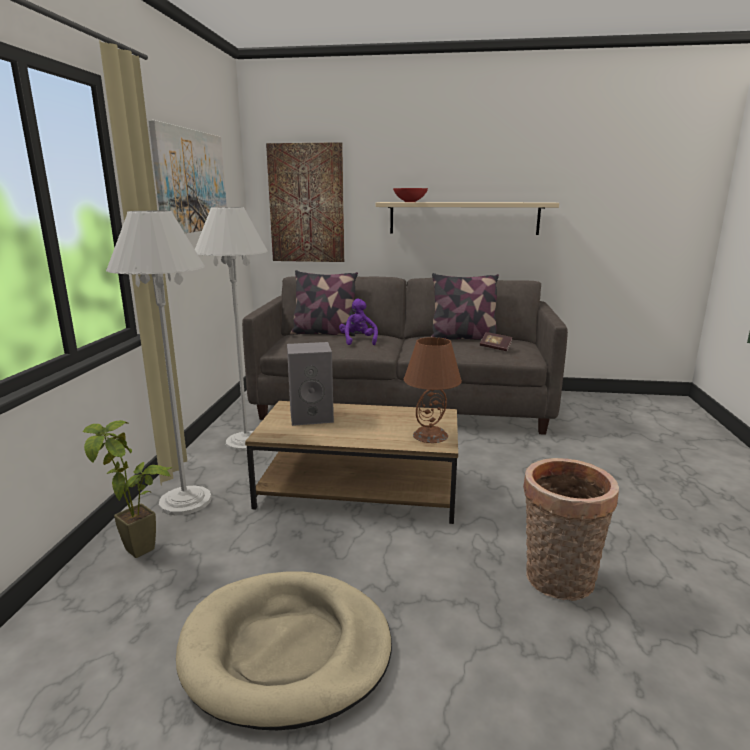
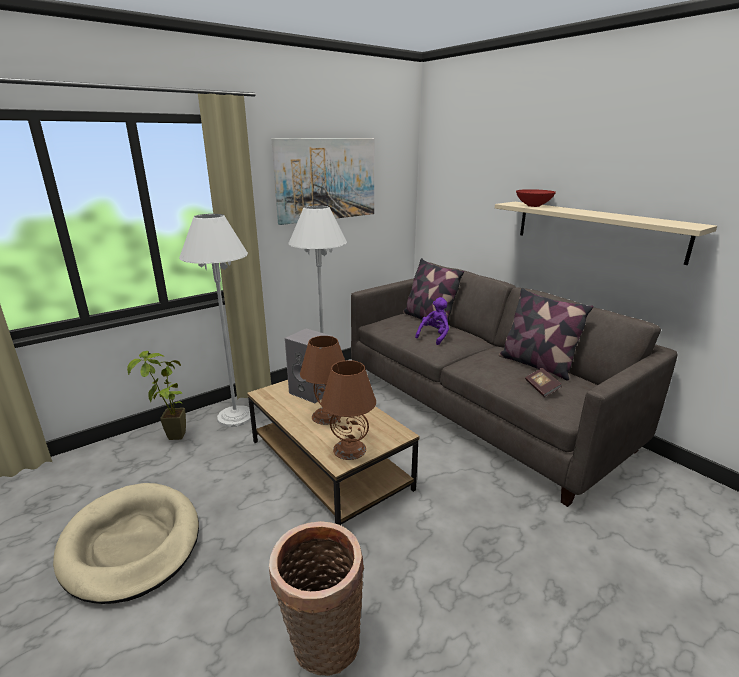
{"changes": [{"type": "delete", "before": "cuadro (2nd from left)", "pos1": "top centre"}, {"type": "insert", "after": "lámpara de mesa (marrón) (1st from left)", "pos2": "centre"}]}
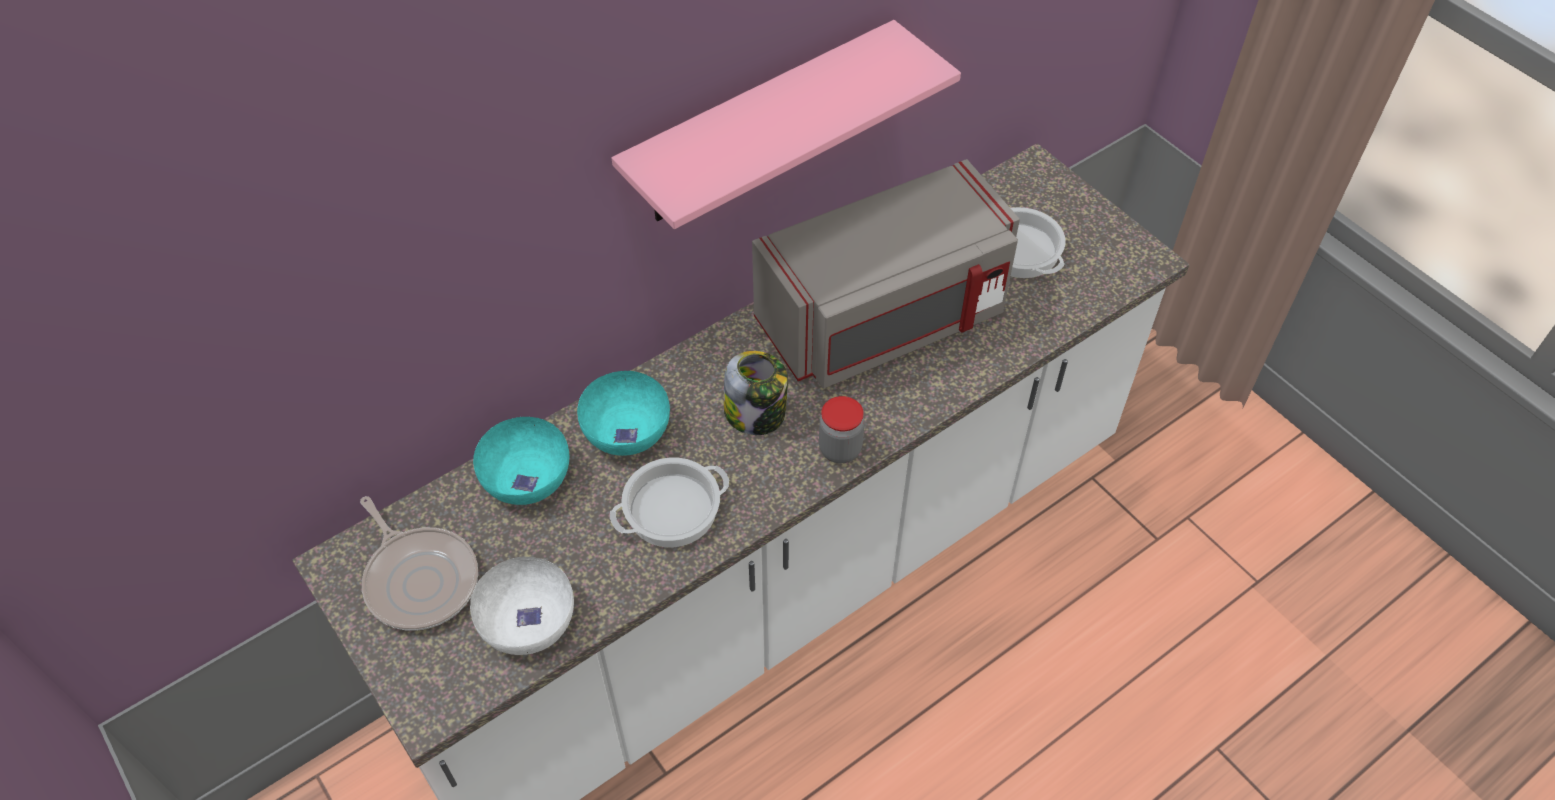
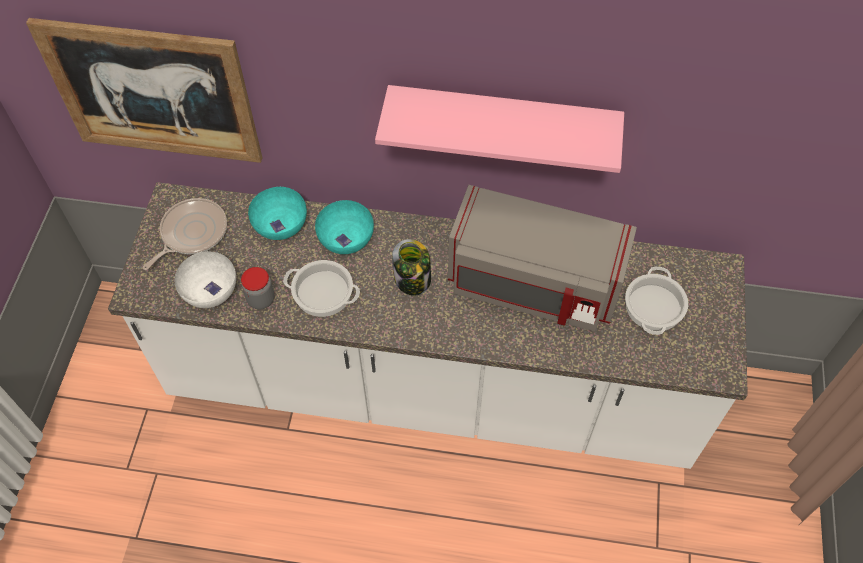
{"changes": [{"type": "rotate", "before": "sartén", "pos1": "bottom left", "pos2": "middle left", "turn": -150}, {"type": "move", "before": "tarro (2nd from left in the first image)", "after": "tarro (1st from left)", "pos1": "centre", "pos2": "middle left"}, {"type": "insert", "after": "cuadro", "pos2": "top left"}]}
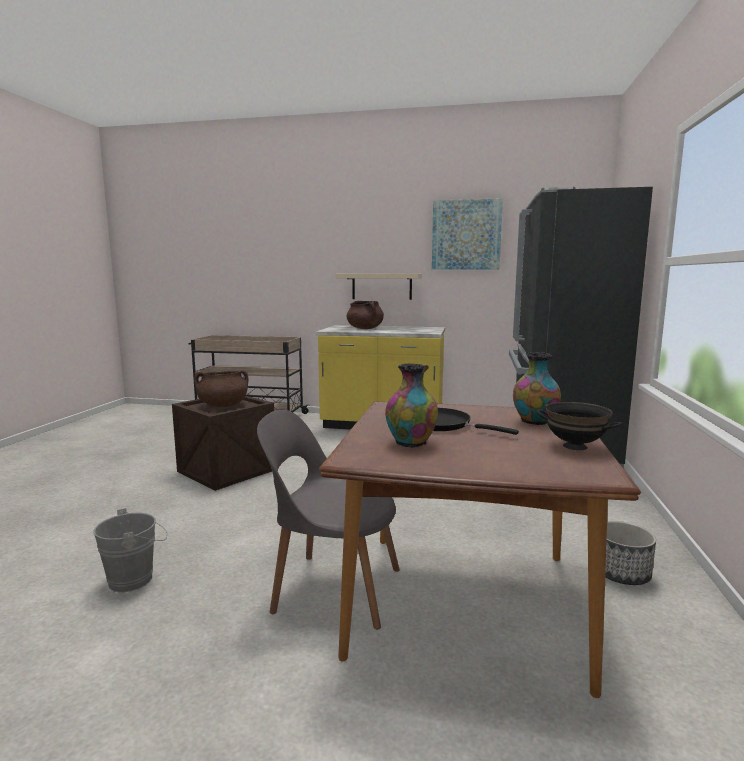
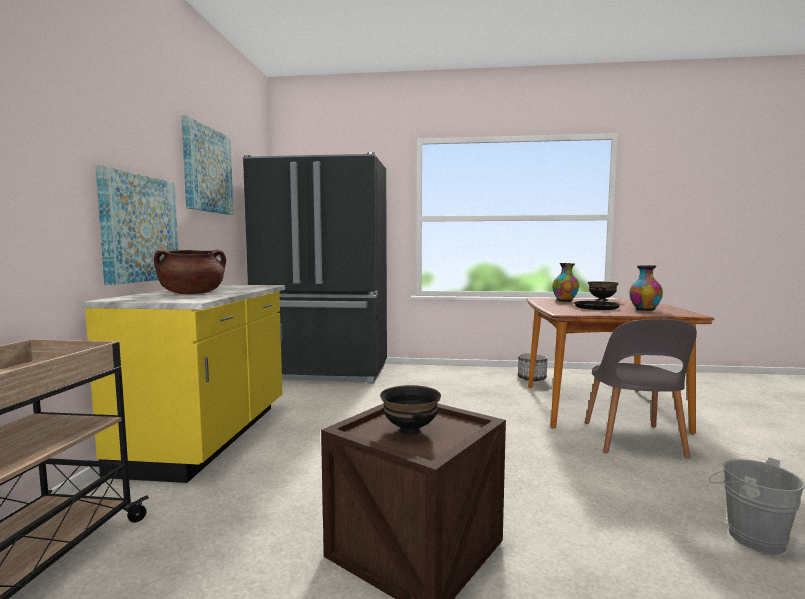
{"changes": [{"type": "replace", "before": "olla (marrón) (1st from left)", "after": "cuenco (negro) (1st from left)", "pos1": "middle left", "pos2": "bottom centre"}, {"type": "replace", "before": "estante (beis)", "after": "cuadro (1st from left)", "pos1": "centre", "pos2": "middle left"}]}
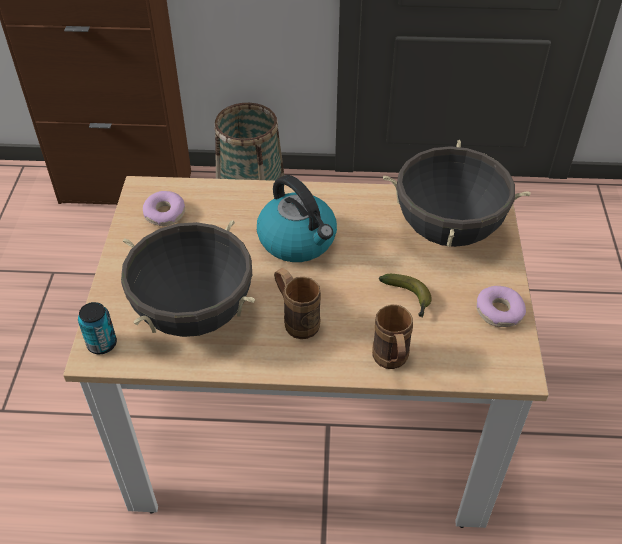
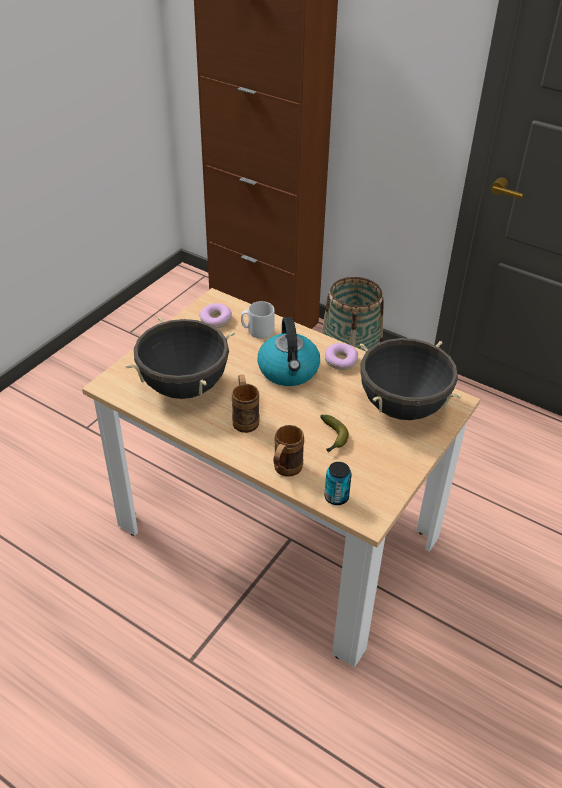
{"changes": [{"type": "move", "before": "lata", "pos1": "middle left", "pos2": "centre"}, {"type": "move", "before": "rosquilla (2nd from left)", "pos1": "middle right", "pos2": "centre"}, {"type": "insert", "after": "taza grande (gris)", "pos2": "centre"}]}
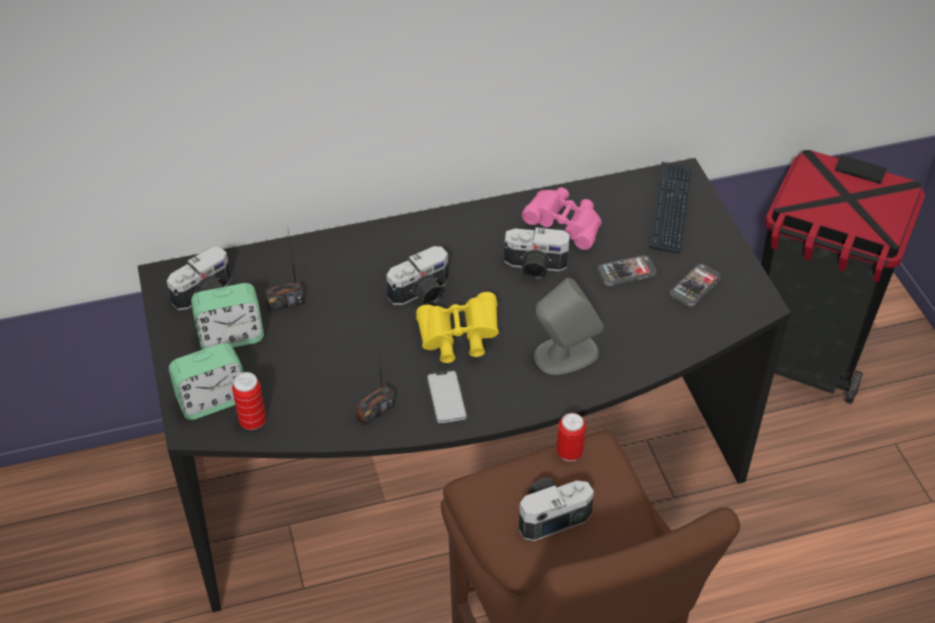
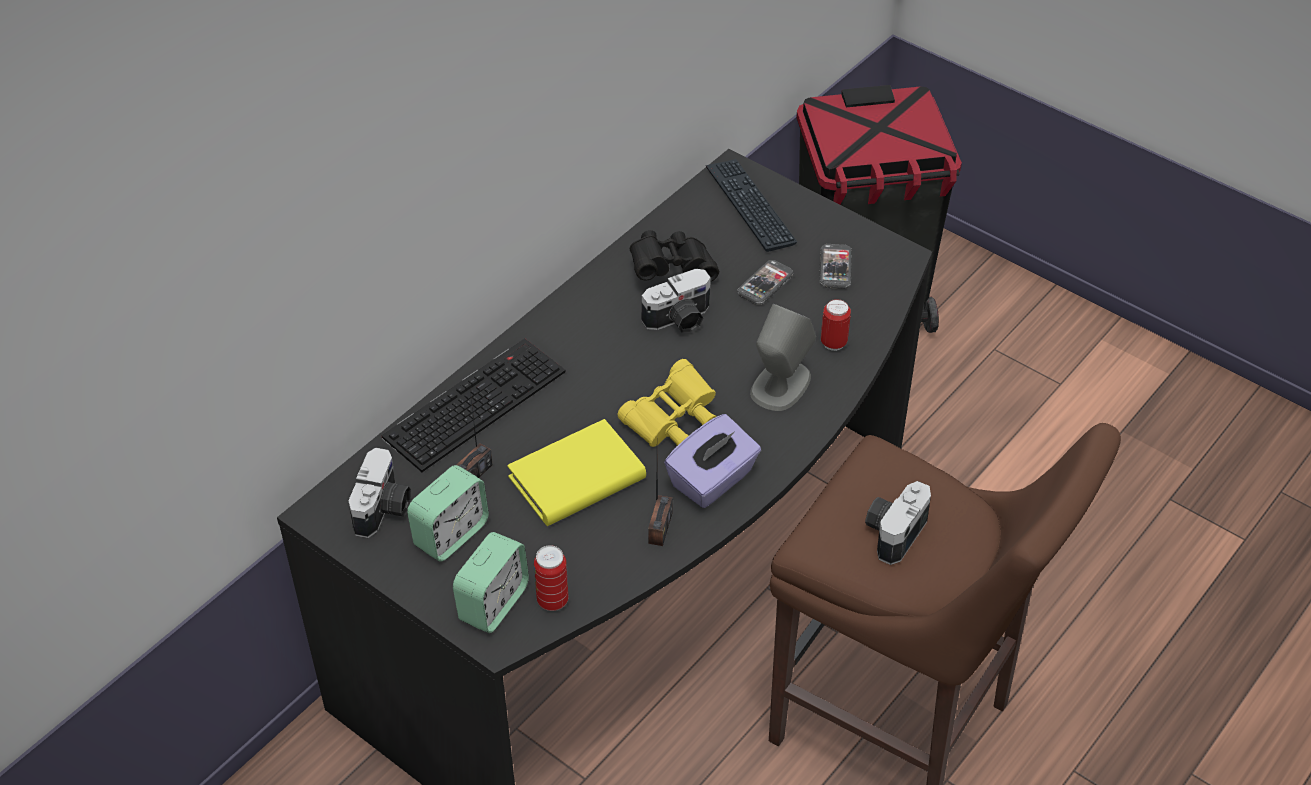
{"changes": [{"type": "delete", "before": "cámara (2nd from left)", "pos1": "centre"}, {"type": "replace", "before": "móvil (1st from left)", "after": "caja de pañuelos (morado)", "pos1": "centre", "pos2": "centre"}, {"type": "recolor", "before": "prismáticos (rosa)", "after": "prismáticos (negro)", "pos1": "centre", "pos2": "top centre"}, {"type": "move", "before": "lata (2nd from left)", "pos1": "bottom centre", "pos2": "centre"}, {"type": "insert", "after": "teclado (1st from left)", "pos2": "centre"}, {"type": "insert", "after": "libro (amarillo)", "pos2": "centre"}]}
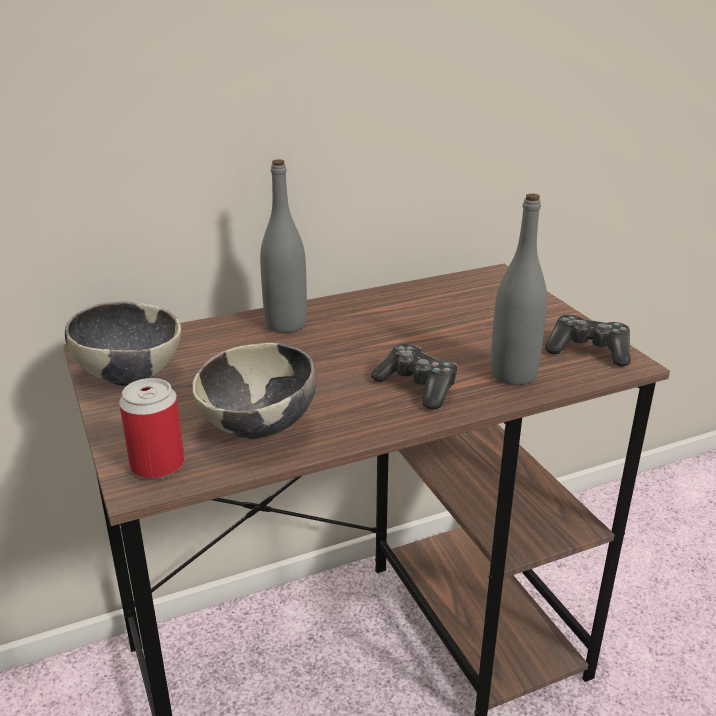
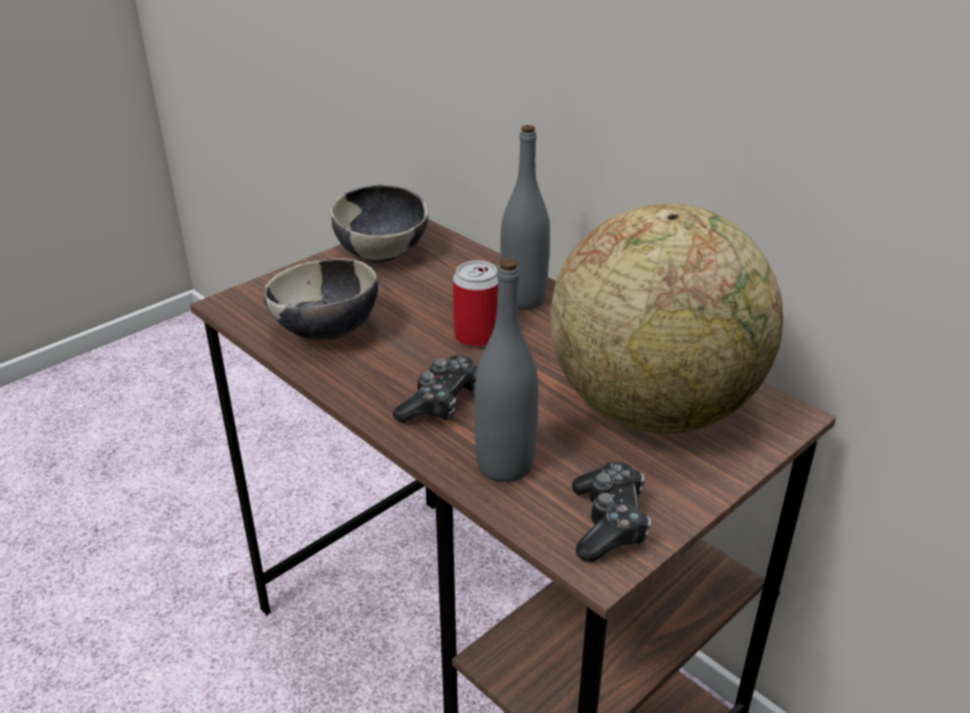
{"changes": [{"type": "move", "before": "lata", "pos1": "middle left", "pos2": "centre"}, {"type": "insert", "after": "globo terráqueo", "pos2": "middle right"}]}
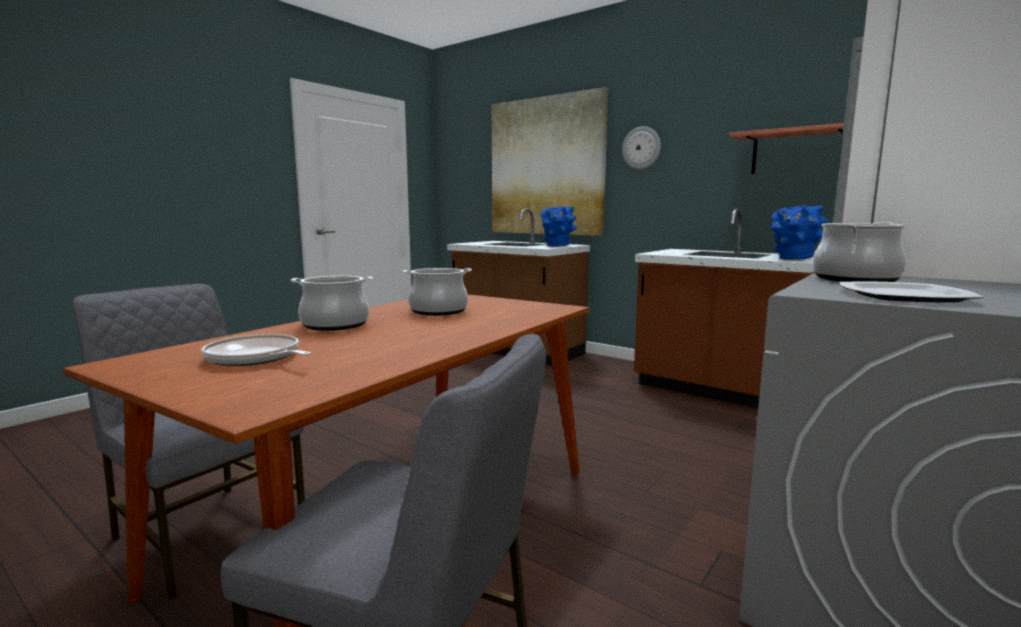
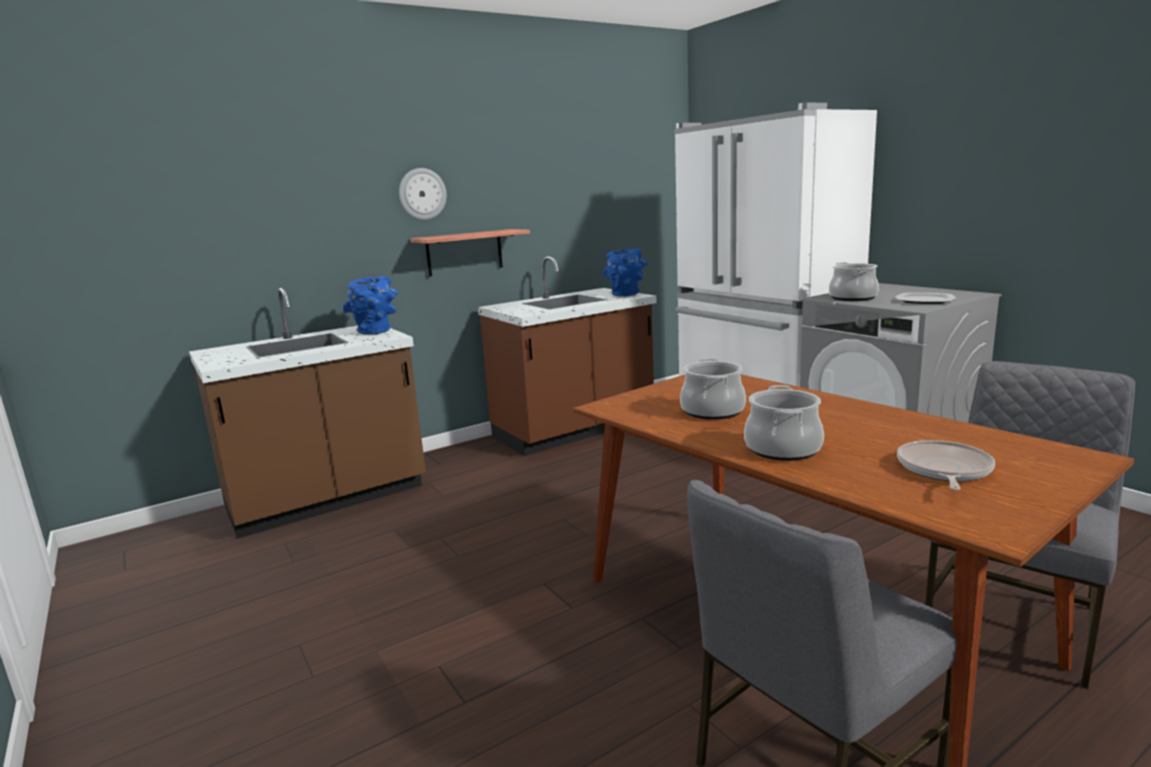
{"changes": [{"type": "rotate", "before": "sartén", "pos1": "middle left", "pos2": "middle right", "turn": 150}, {"type": "delete", "before": "cuadro", "pos1": "top centre"}, {"type": "move", "before": "estante", "pos1": "top right", "pos2": "top centre"}]}
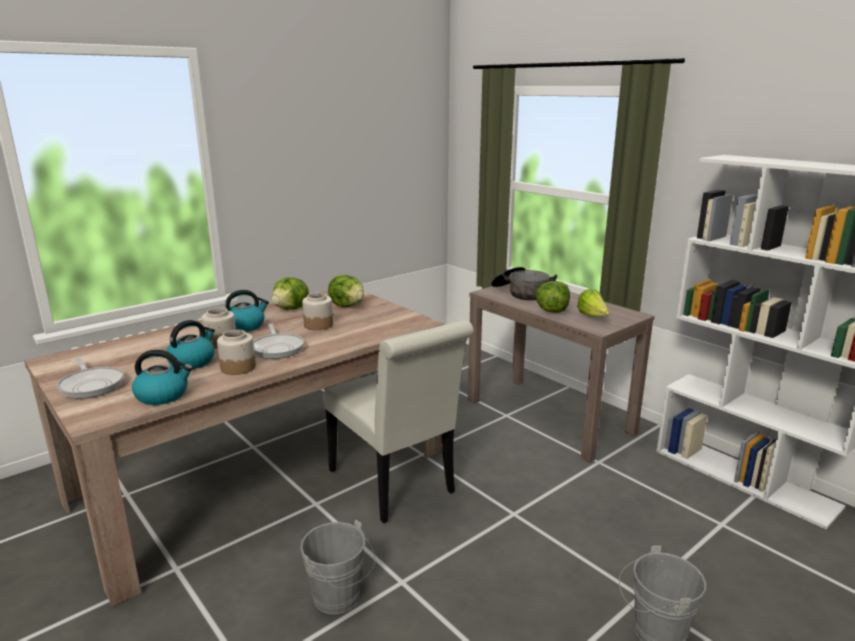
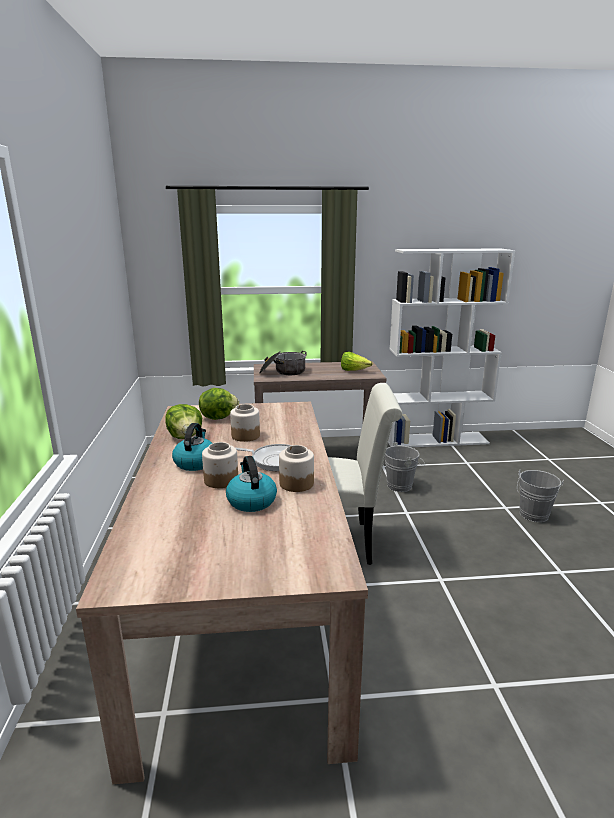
{"changes": [{"type": "delete", "before": "sartén (1st from left)", "pos1": "middle left"}, {"type": "delete", "before": "hervidor (1st from left)", "pos1": "middle left"}, {"type": "move", "before": "cubo (gris) (1st from left)", "pos1": "bottom centre", "pos2": "centre"}, {"type": "delete", "before": "lechuga (3rd from left)", "pos1": "centre"}]}
